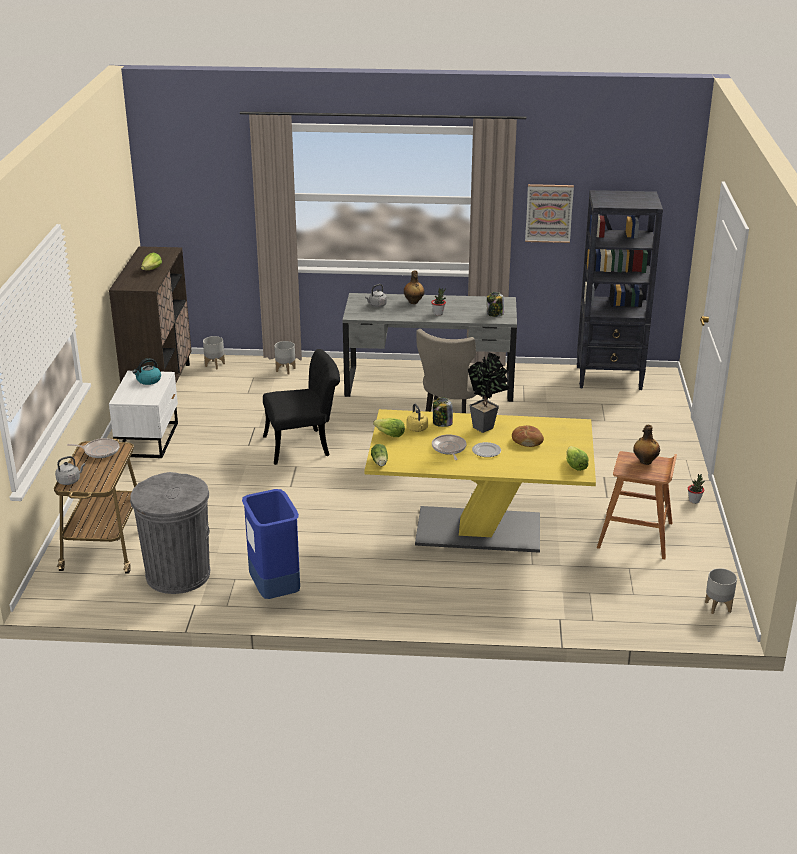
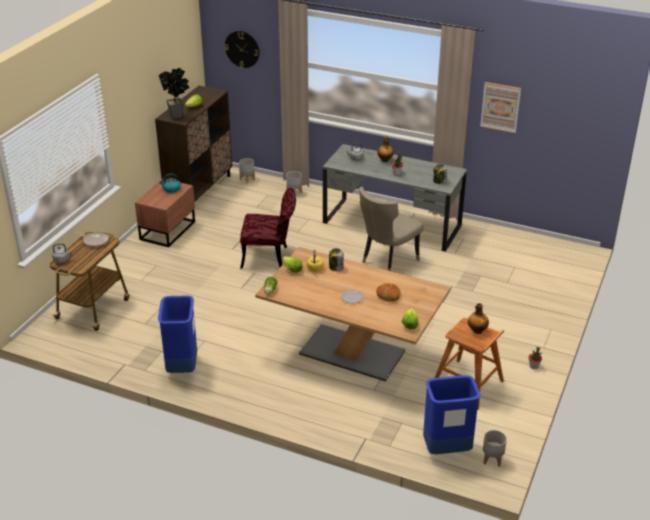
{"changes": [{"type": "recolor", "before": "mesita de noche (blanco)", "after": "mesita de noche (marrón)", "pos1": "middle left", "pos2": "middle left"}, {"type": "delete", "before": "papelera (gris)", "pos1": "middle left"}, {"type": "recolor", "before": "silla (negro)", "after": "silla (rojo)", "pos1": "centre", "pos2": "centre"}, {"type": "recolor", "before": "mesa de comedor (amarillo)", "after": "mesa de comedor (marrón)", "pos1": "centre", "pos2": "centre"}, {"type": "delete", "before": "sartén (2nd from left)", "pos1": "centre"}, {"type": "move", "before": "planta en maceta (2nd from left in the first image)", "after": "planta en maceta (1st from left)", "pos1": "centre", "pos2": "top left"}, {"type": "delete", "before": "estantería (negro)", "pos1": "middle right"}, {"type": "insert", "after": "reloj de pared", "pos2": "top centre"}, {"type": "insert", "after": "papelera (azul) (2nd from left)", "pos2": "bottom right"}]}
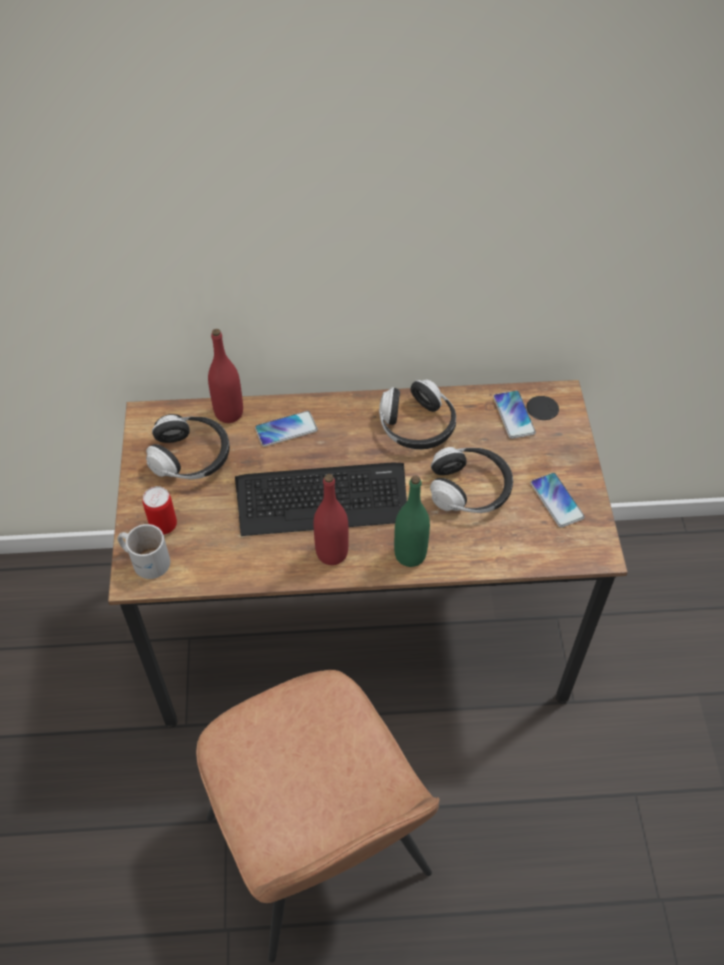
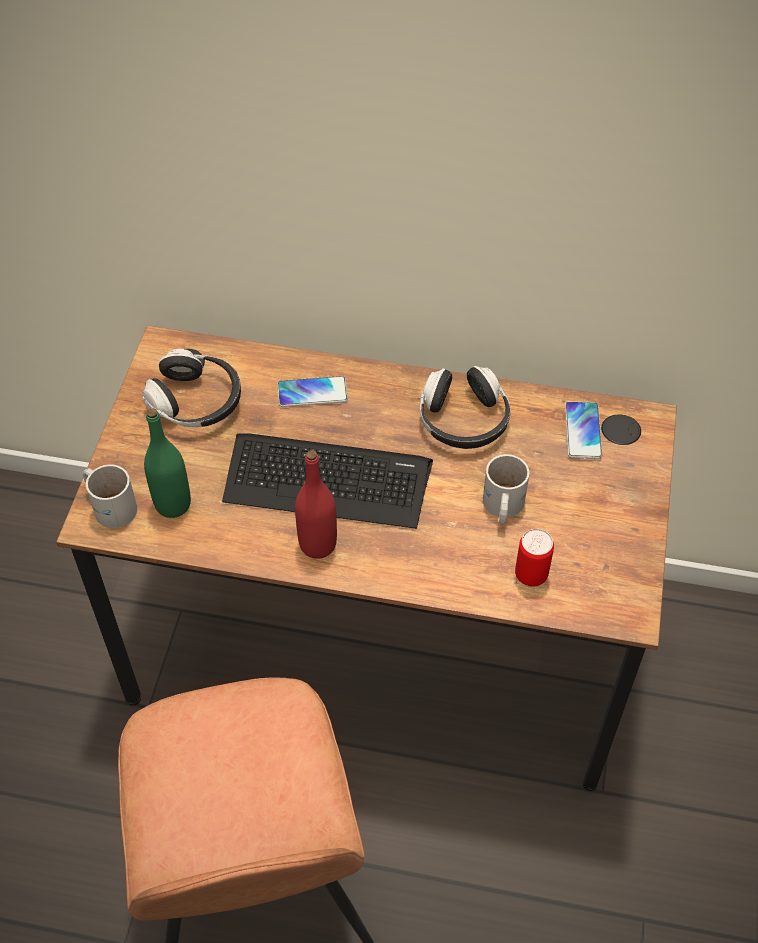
{"changes": [{"type": "move", "before": "lata", "pos1": "middle left", "pos2": "middle right"}, {"type": "delete", "before": "botella (rojo) (1st from left)", "pos1": "middle left"}, {"type": "move", "before": "botella (verde)", "pos1": "centre", "pos2": "middle left"}, {"type": "replace", "before": "auriculares (3rd from left)", "after": "taza grande (blanco) (2nd from left)", "pos1": "centre", "pos2": "middle right"}, {"type": "delete", "before": "móvil (3rd from left)", "pos1": "middle right"}]}
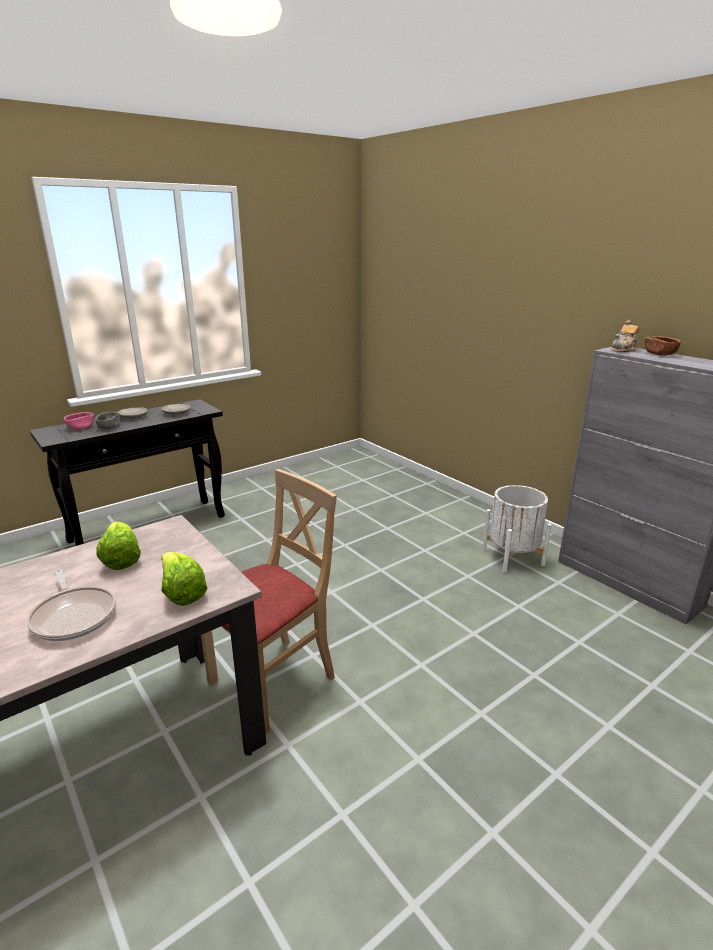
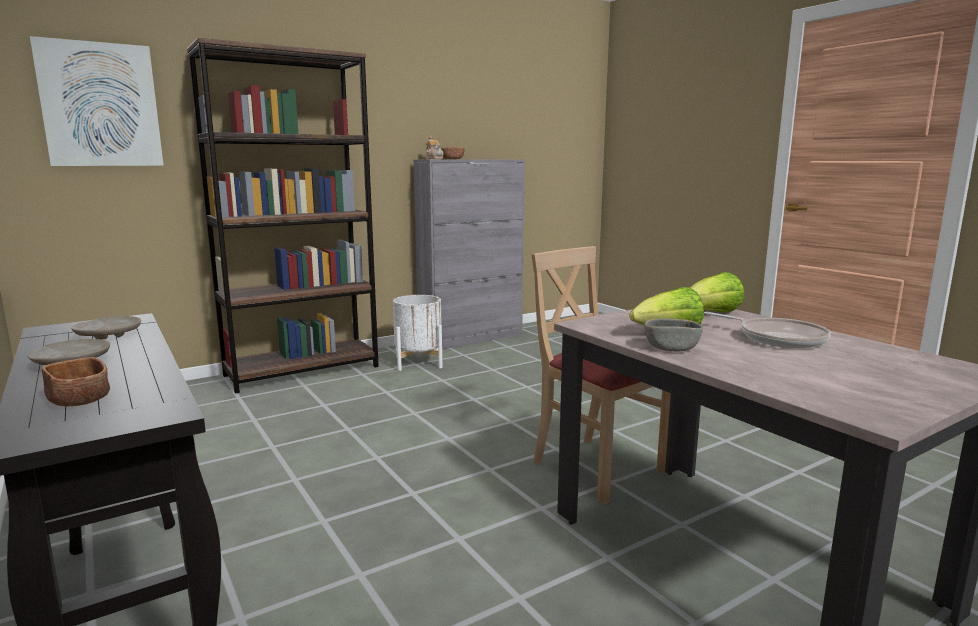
{"changes": [{"type": "rotate", "before": "sartén", "pos1": "middle left", "pos2": "middle right", "turn": 75}, {"type": "recolor", "before": "cuenco (rosa)", "after": "cuenco (marrón) (1st from left)", "pos1": "middle left", "pos2": "middle left"}, {"type": "move", "before": "cuenco (gris)", "pos1": "middle left", "pos2": "middle right"}, {"type": "insert", "after": "cuadro", "pos2": "top left"}, {"type": "insert", "after": "estantería (marrón)", "pos2": "middle left"}]}
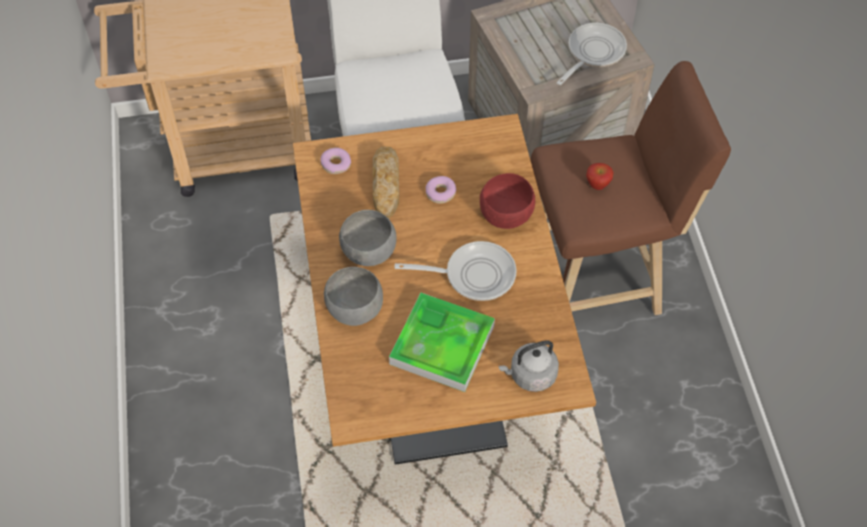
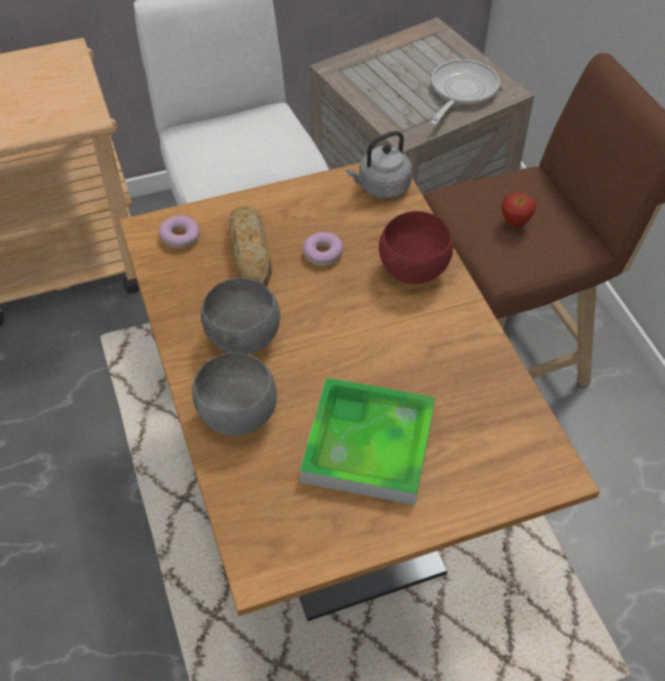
{"changes": [{"type": "delete", "before": "sartén (1st from left)", "pos1": "centre"}, {"type": "move", "before": "hervidor (gris)", "pos1": "bottom centre", "pos2": "top centre"}]}
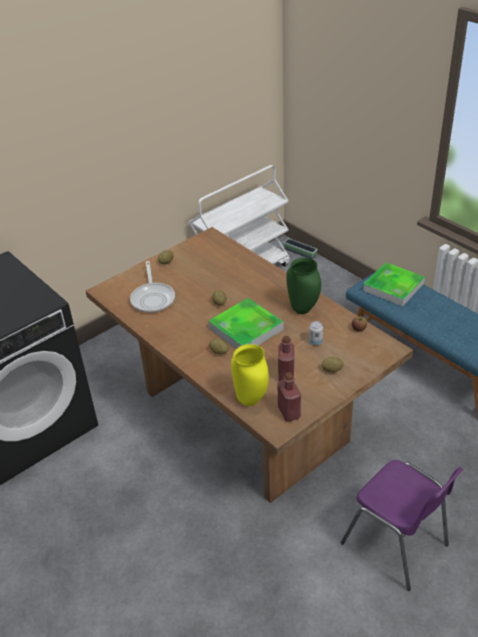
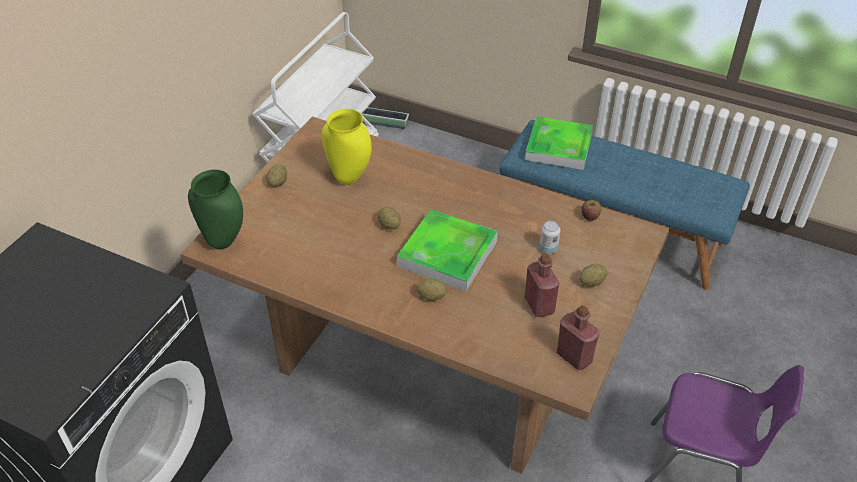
{"changes": [{"type": "delete", "before": "sartén", "pos1": "middle left"}, {"type": "move", "before": "florero (amarillo)", "pos1": "centre", "pos2": "top centre"}, {"type": "move", "before": "florero (verde)", "pos1": "centre", "pos2": "middle left"}]}
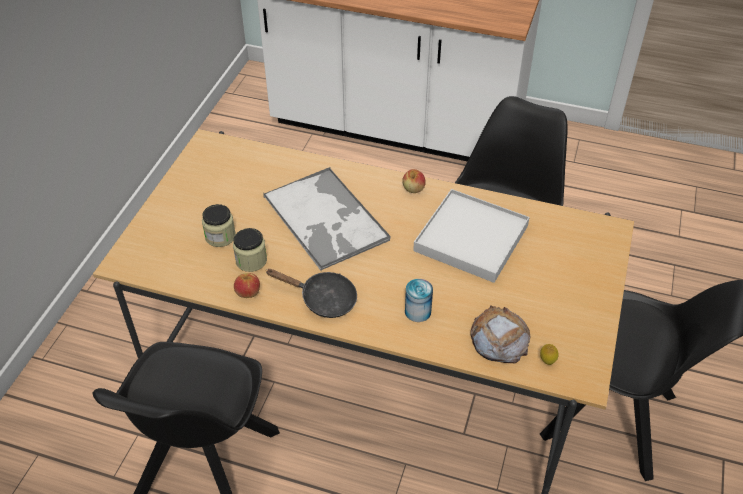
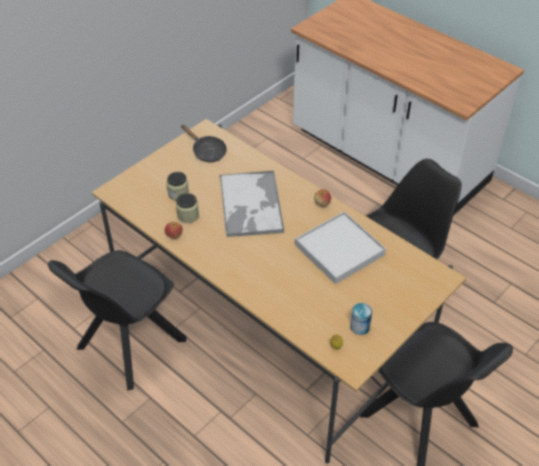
{"changes": [{"type": "move", "before": "sartén (negro)", "pos1": "centre", "pos2": "top centre"}, {"type": "move", "before": "lata", "pos1": "centre", "pos2": "bottom right"}, {"type": "delete", "before": "pan", "pos1": "bottom right"}]}
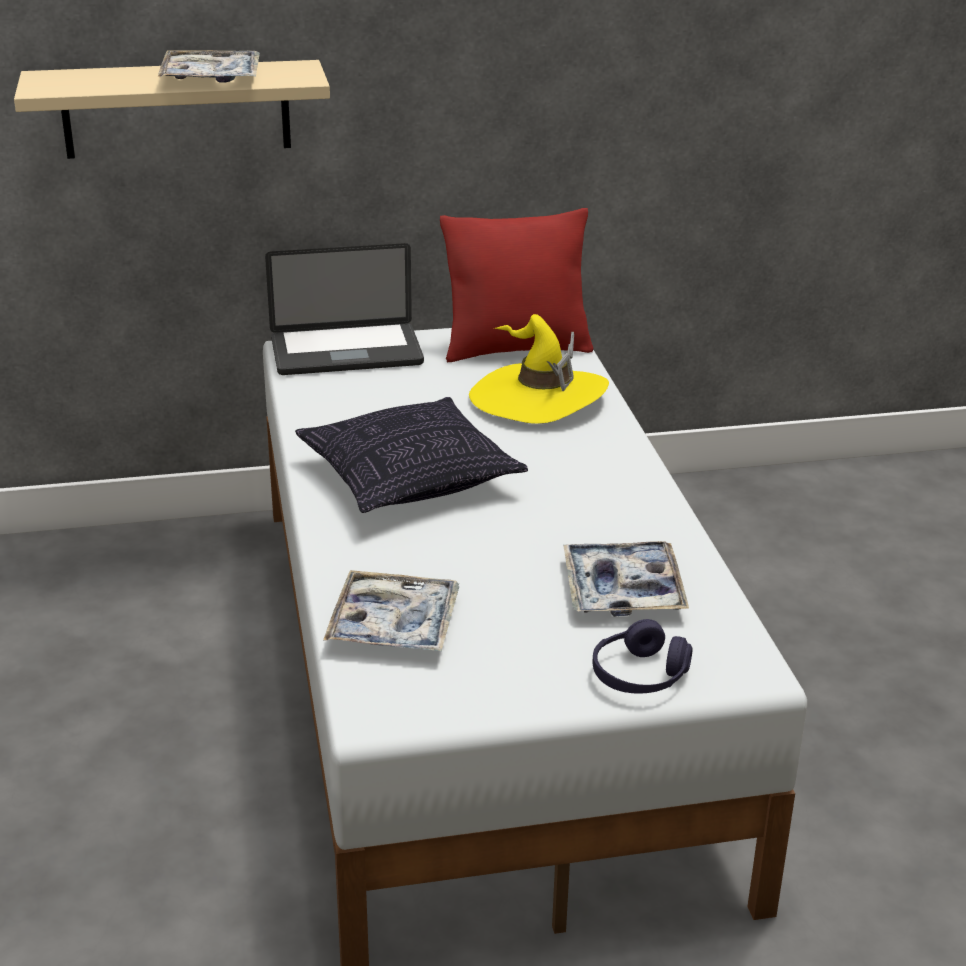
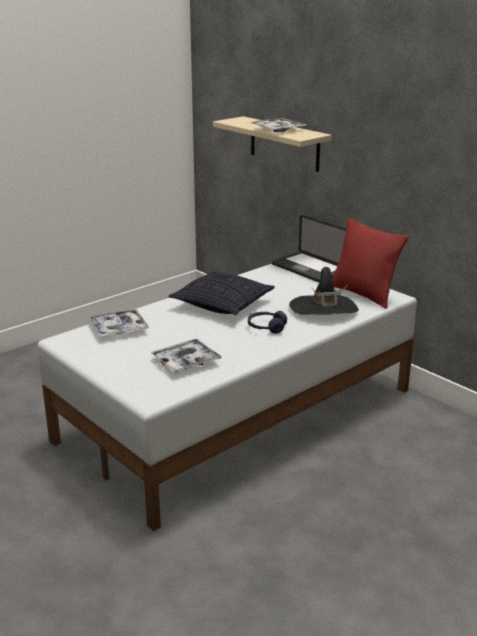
{"changes": [{"type": "recolor", "before": "sombrero (amarillo)", "after": "sombrero (negro)", "pos1": "centre", "pos2": "middle right"}, {"type": "move", "before": "auriculares (morado)", "pos1": "bottom centre", "pos2": "centre"}]}
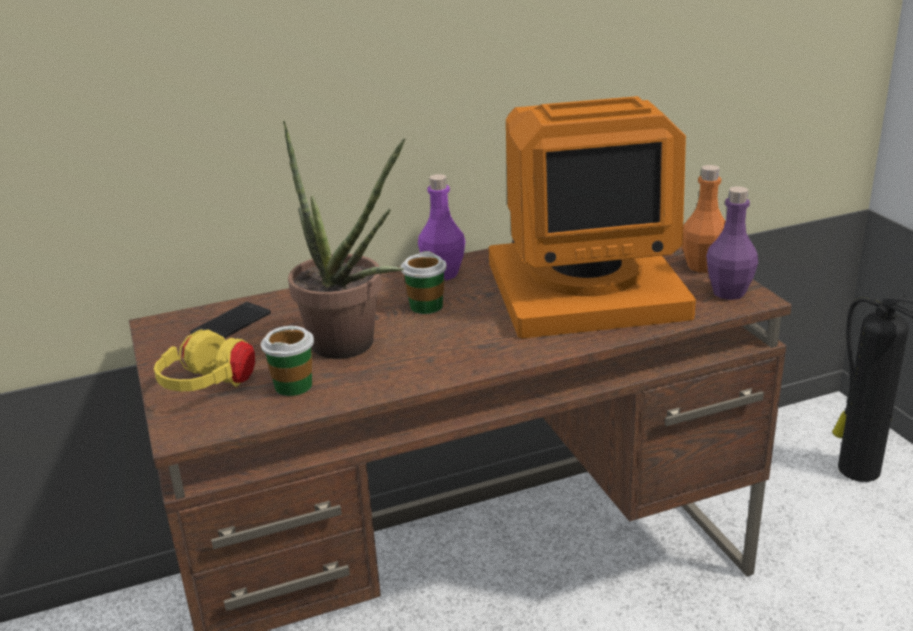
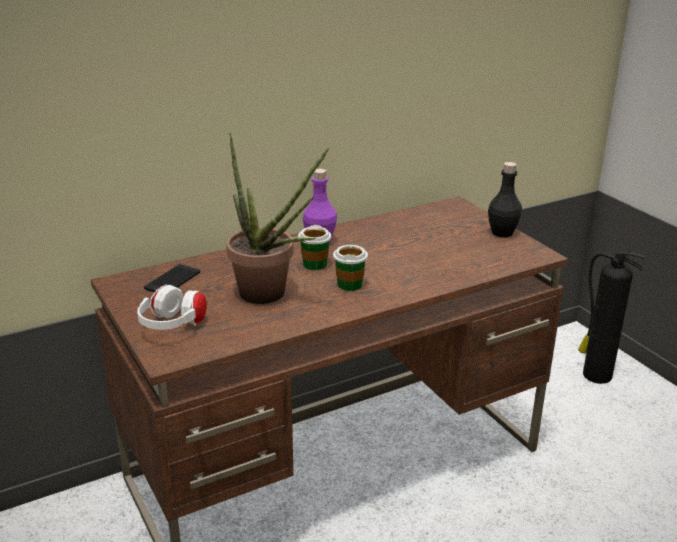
{"changes": [{"type": "recolor", "before": "auriculares (amarillo)", "after": "auriculares (blanco)", "pos1": "middle left", "pos2": "middle left"}, {"type": "move", "before": "taza (1st from left in the first image)", "after": "taza (2nd from left)", "pos1": "middle left", "pos2": "centre"}, {"type": "delete", "before": "monitor", "pos1": "centre"}, {"type": "recolor", "before": "botella (naranja)", "after": "botella (negro)", "pos1": "middle right", "pos2": "middle right"}, {"type": "delete", "before": "botella (morado) (2nd from left)", "pos1": "middle right"}]}
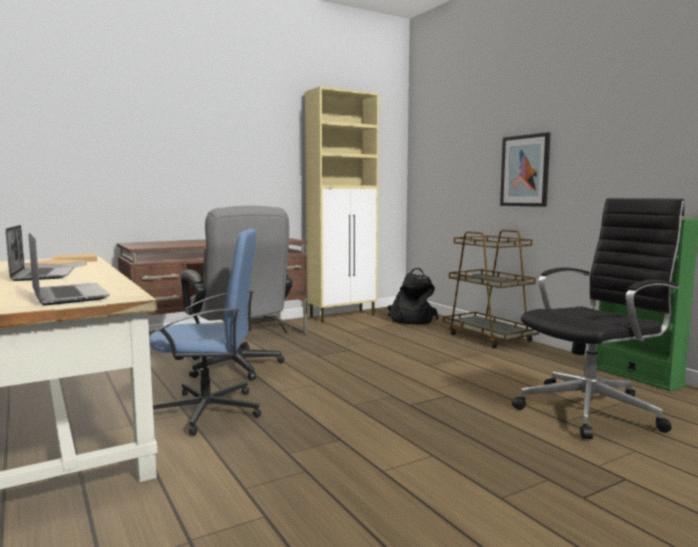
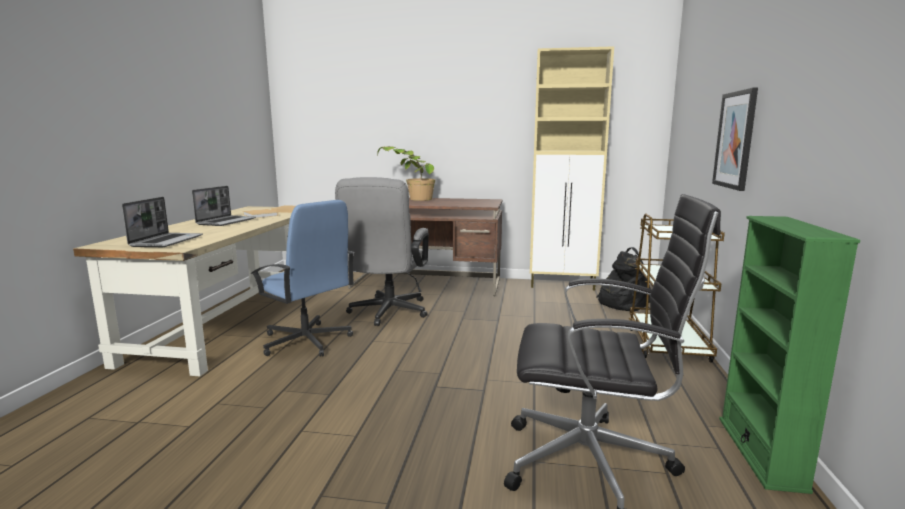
{"changes": [{"type": "insert", "after": "planta en maceta", "pos2": "centre"}]}
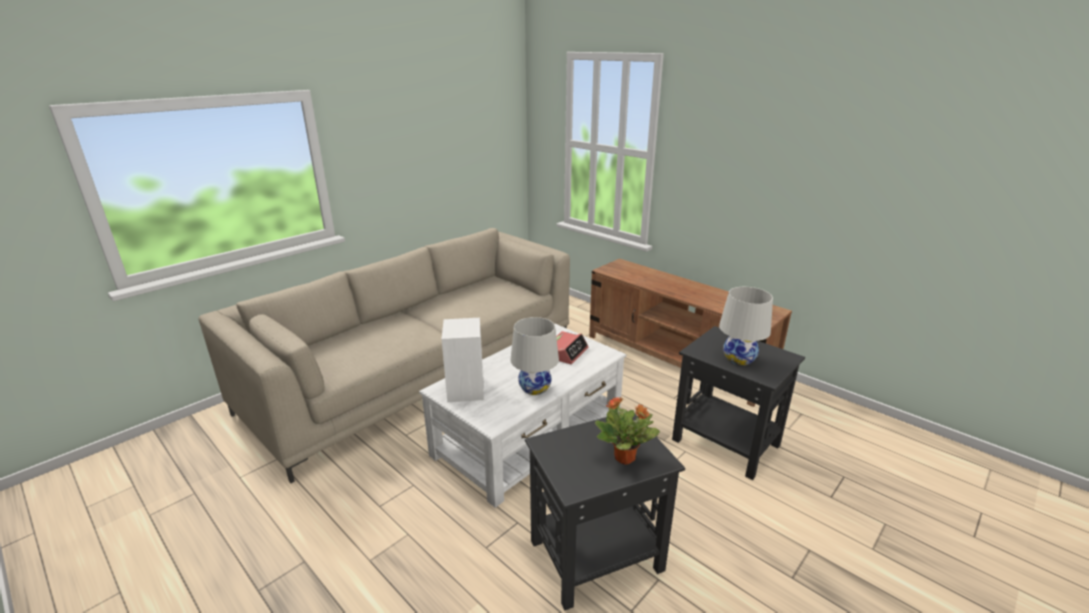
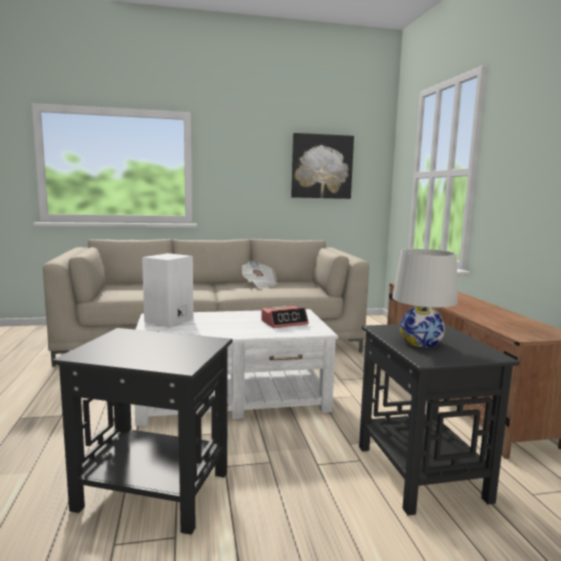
{"changes": [{"type": "delete", "before": "lámpara de mesa (blanco) (1st from left)", "pos1": "centre"}, {"type": "delete", "before": "planta en maceta", "pos1": "bottom centre"}, {"type": "insert", "after": "periódico", "pos2": "centre"}, {"type": "insert", "after": "cuadro", "pos2": "top centre"}]}
